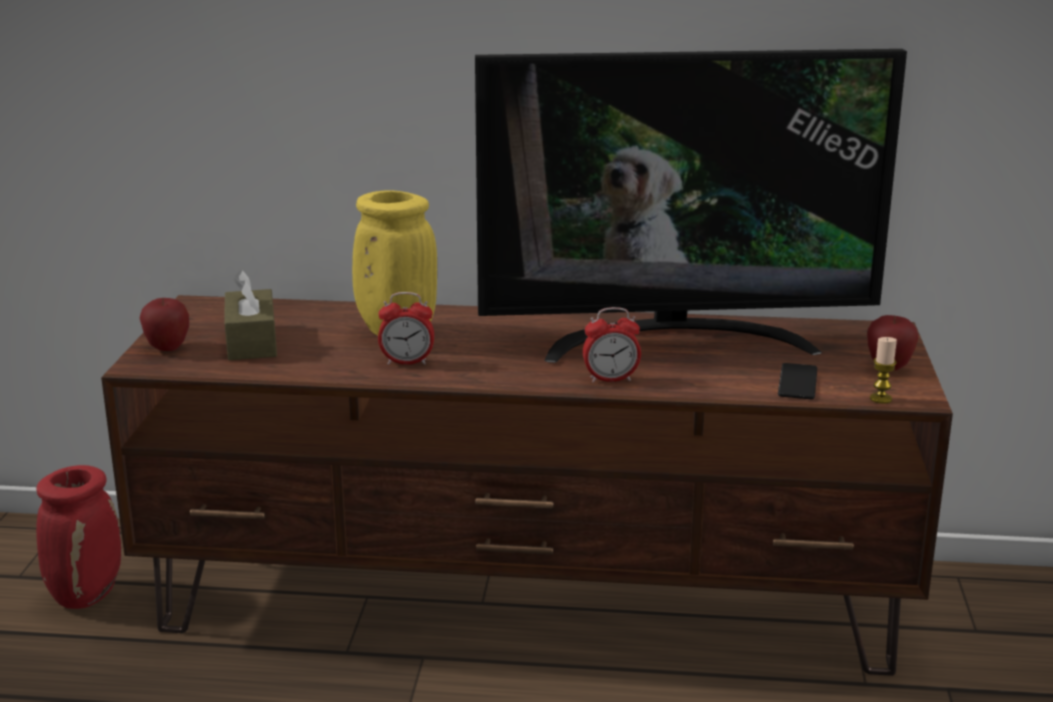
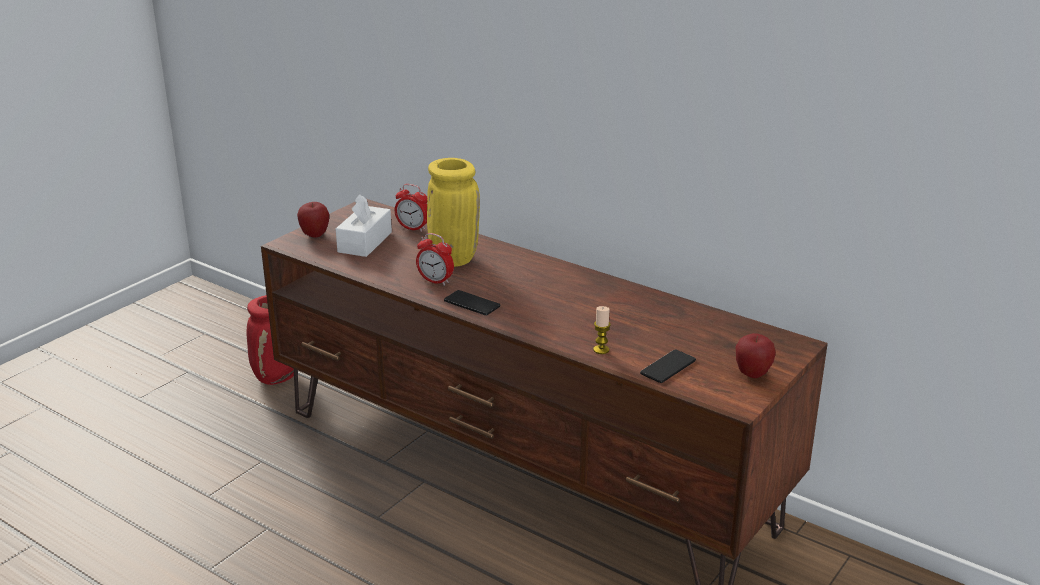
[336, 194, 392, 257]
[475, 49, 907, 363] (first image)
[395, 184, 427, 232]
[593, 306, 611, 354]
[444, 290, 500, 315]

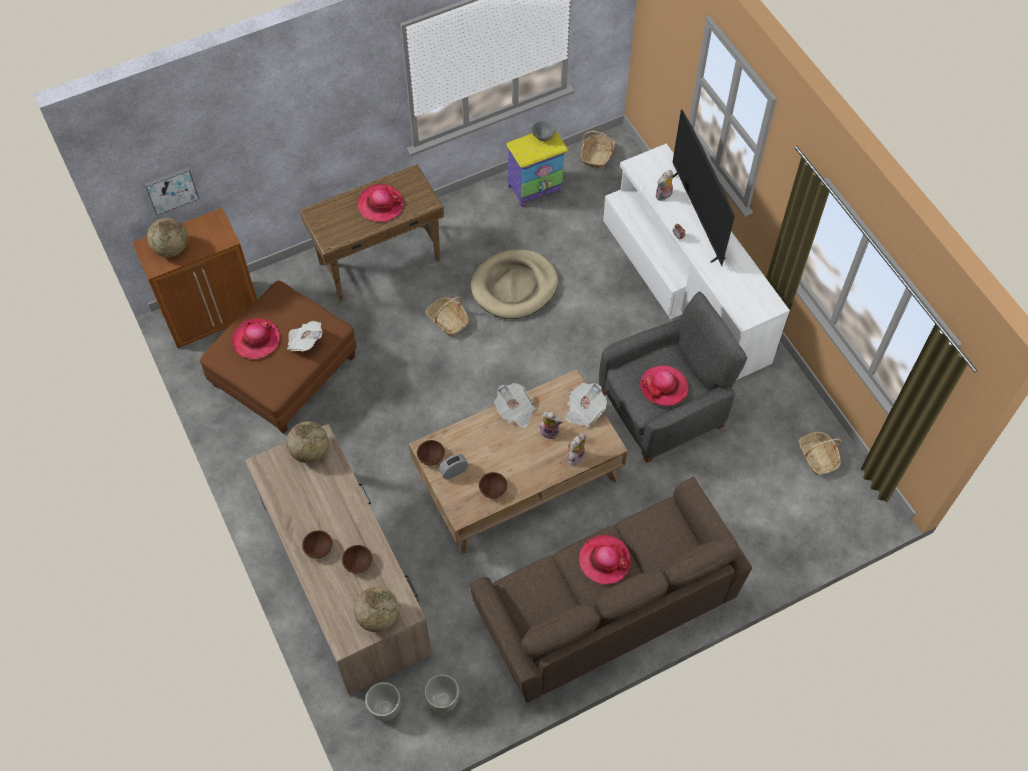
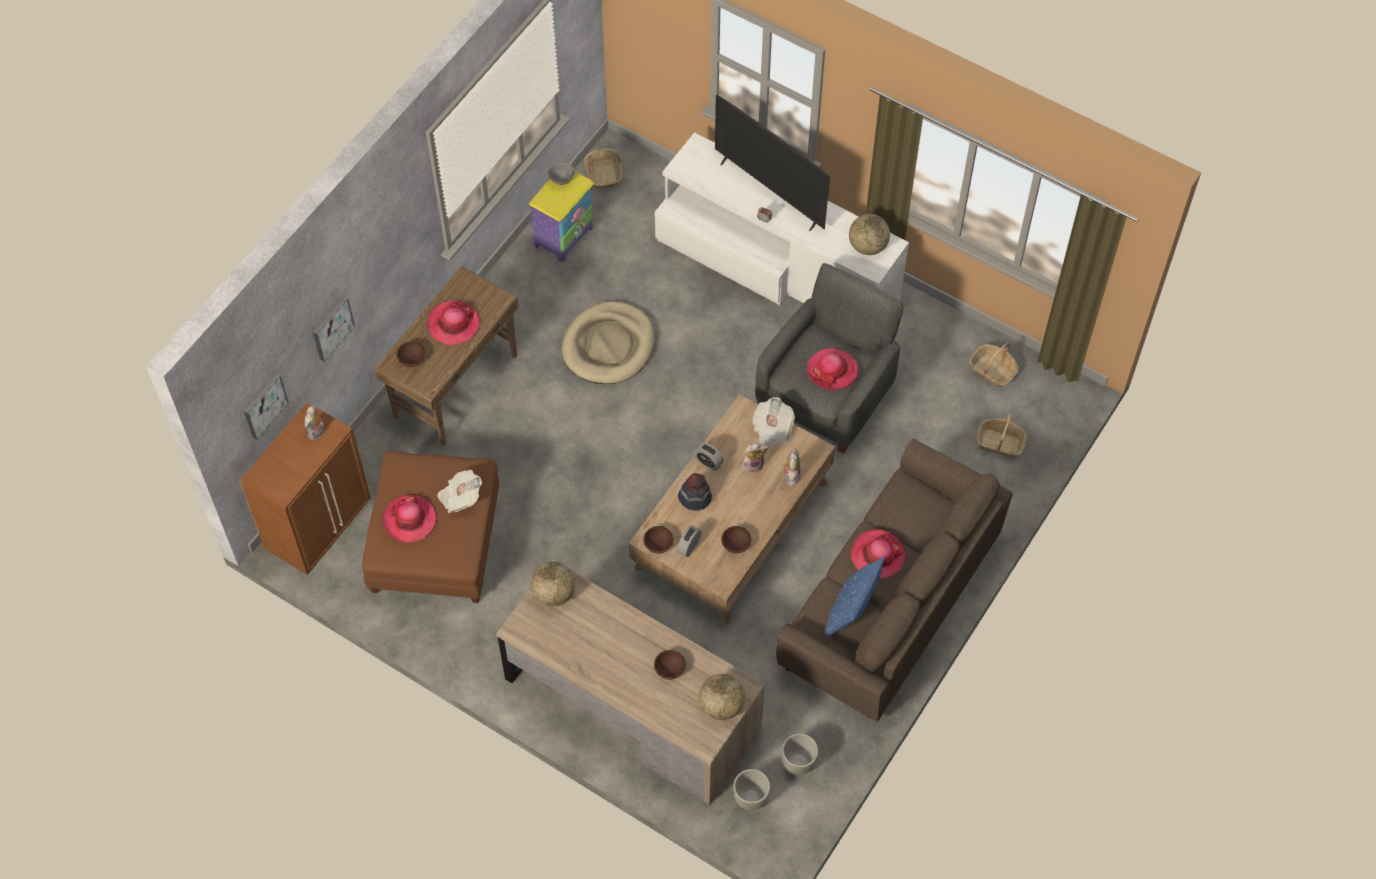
[849, 214, 890, 255]
[396, 341, 426, 367]
[977, 412, 1026, 458]
[694, 443, 724, 471]
[304, 405, 324, 440]
[313, 296, 355, 361]
[678, 473, 712, 511]
[824, 557, 884, 638]

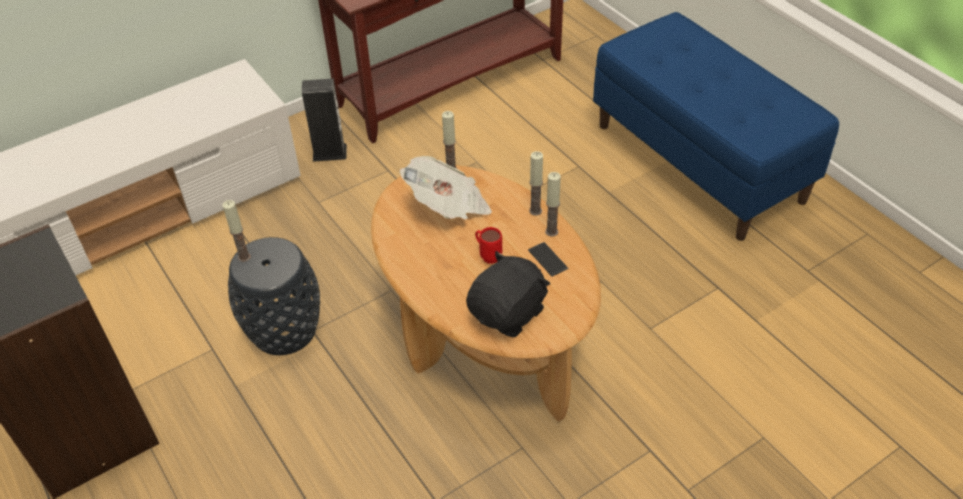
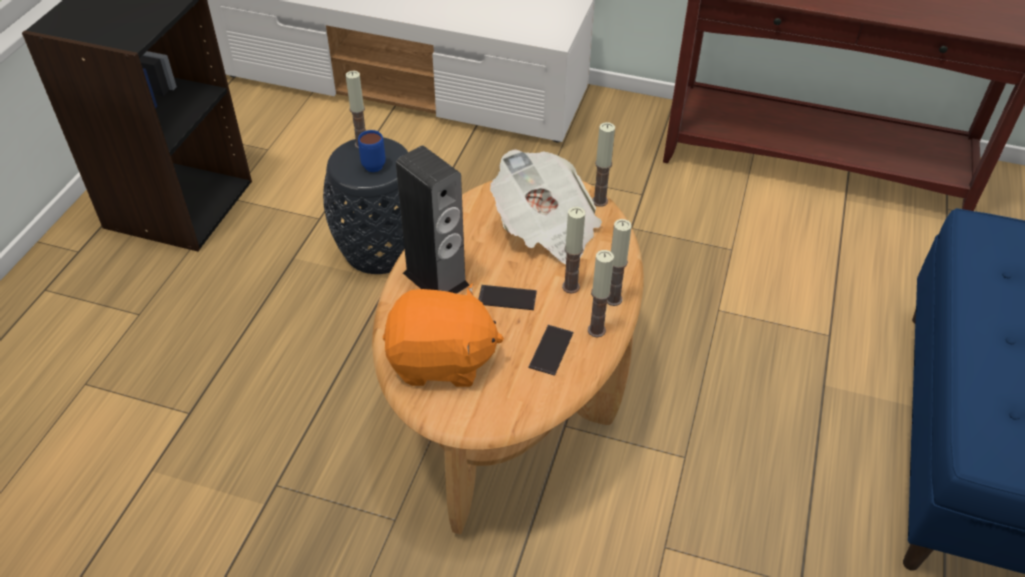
[396, 146, 469, 294]
[383, 284, 504, 387]
[478, 285, 537, 310]
[358, 130, 386, 172]
[562, 207, 585, 294]

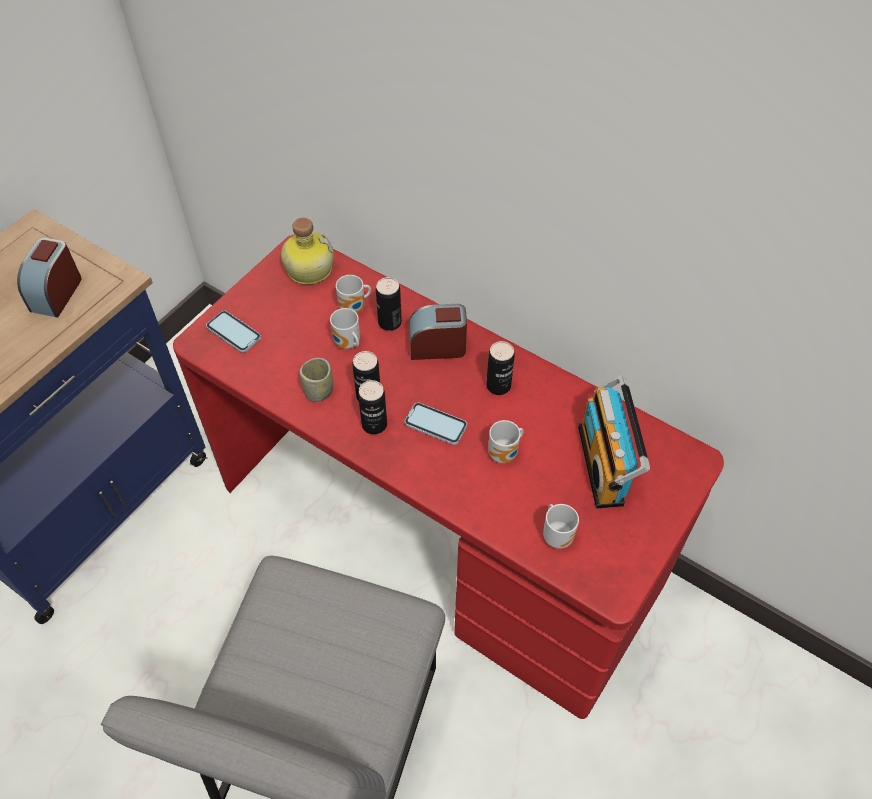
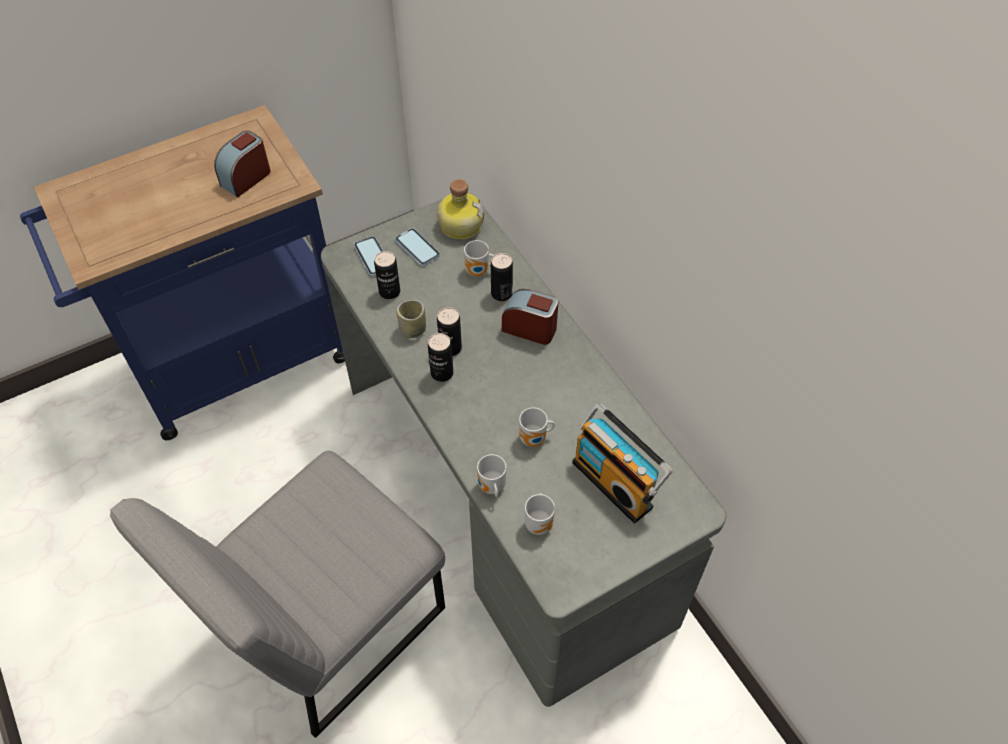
[321, 193, 726, 707]
[477, 454, 506, 497]
[395, 228, 440, 266]
[374, 251, 400, 299]
[572, 404, 673, 523]

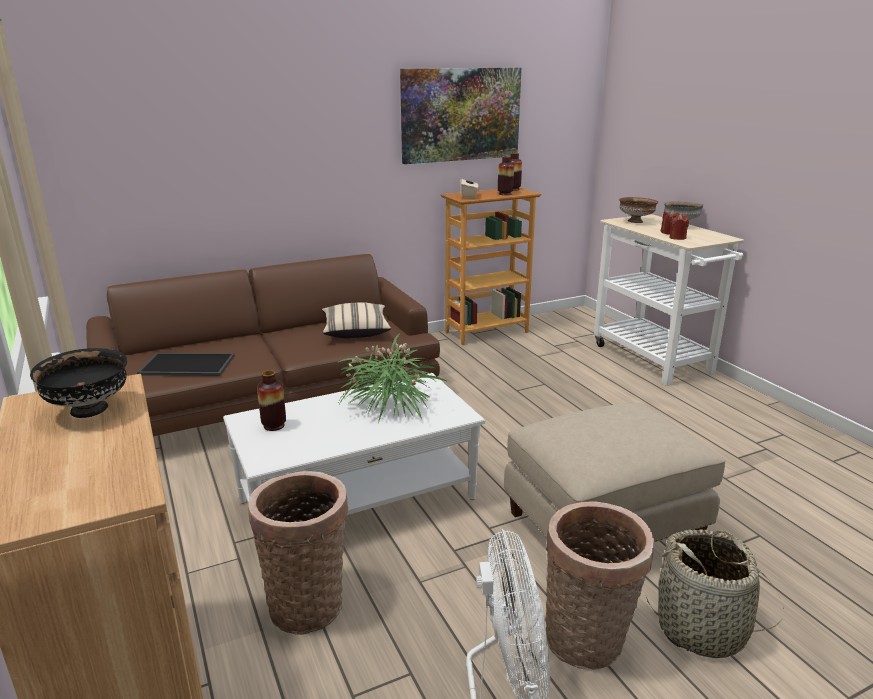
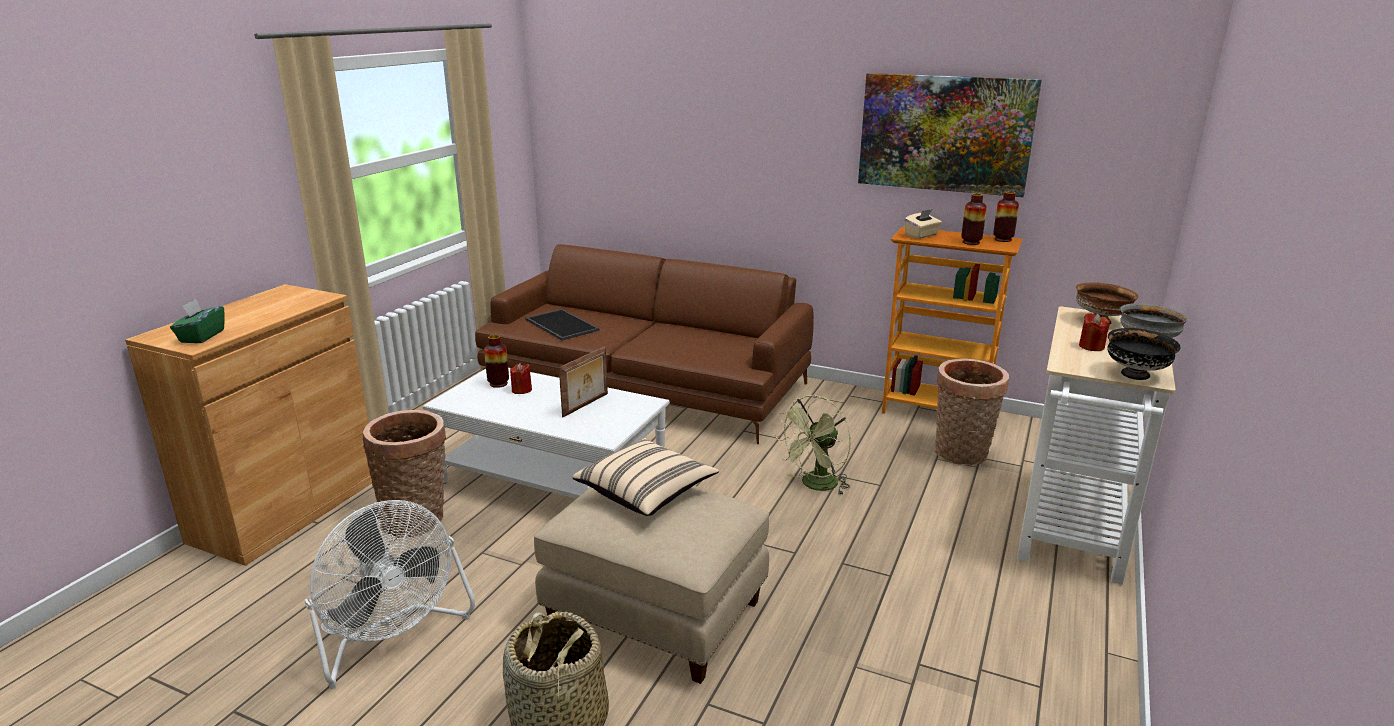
[1107, 328, 1180, 380]
[572, 438, 719, 516]
[559, 346, 608, 417]
[935, 358, 1009, 465]
[510, 363, 532, 394]
[170, 299, 225, 343]
[776, 395, 851, 496]

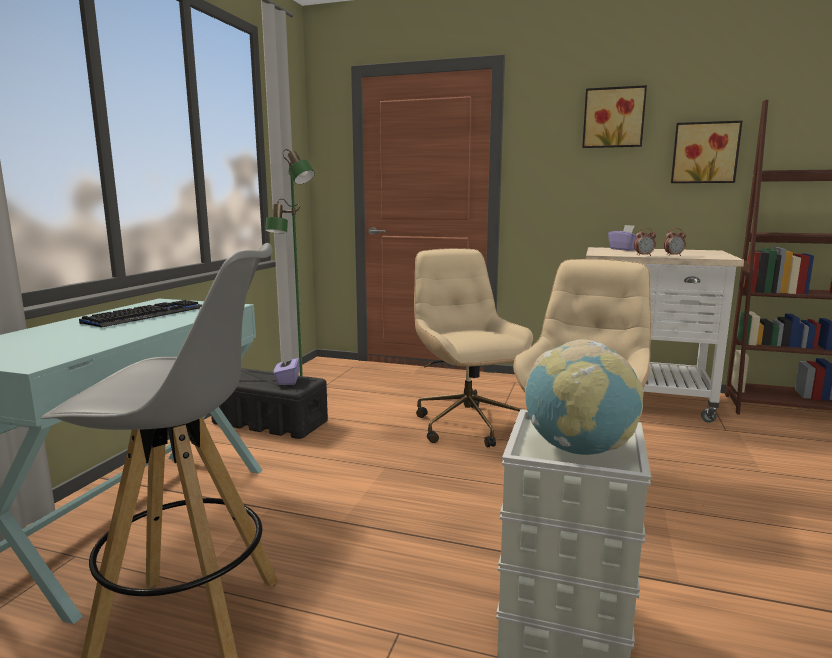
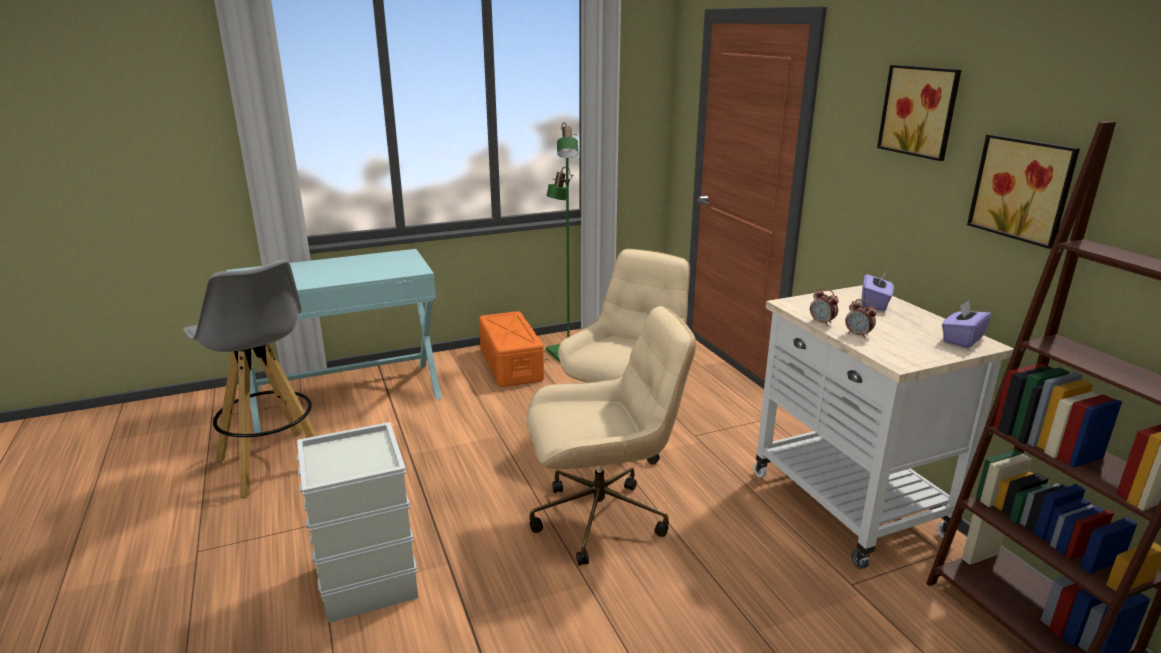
[79, 300, 202, 327] (first image)
[479, 311, 544, 387]
[942, 300, 992, 348]
[525, 339, 644, 455] (first image)

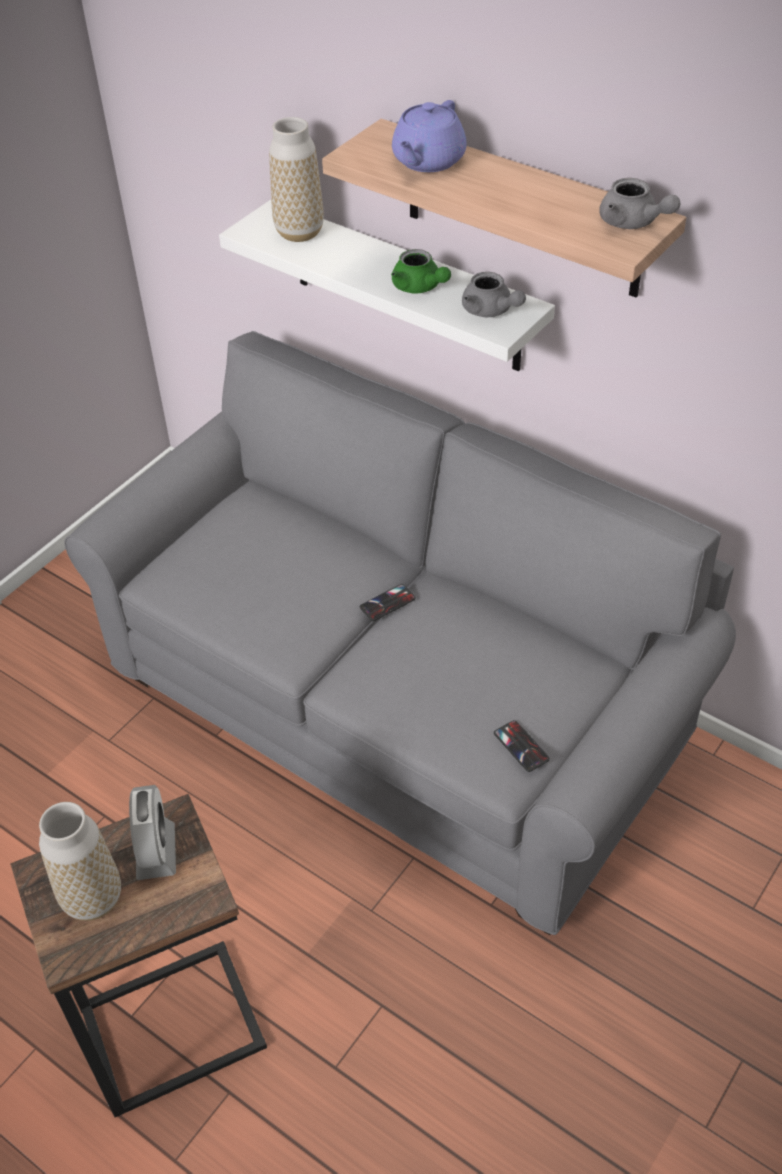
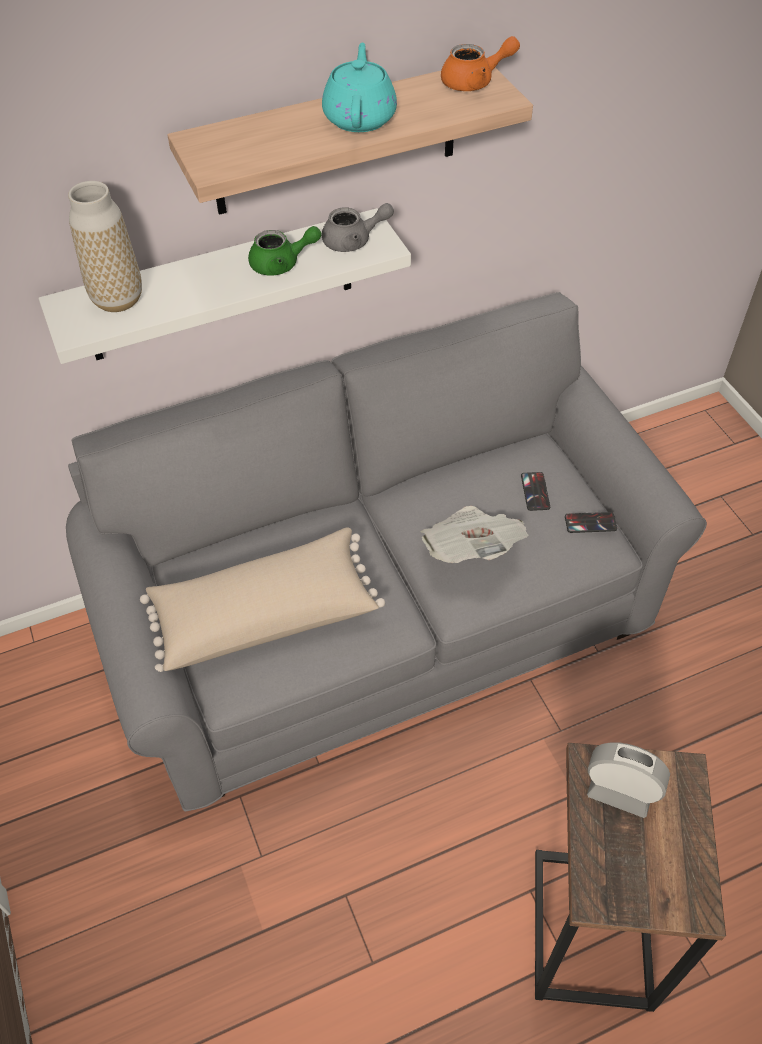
[39, 802, 121, 921] (first image)
[521, 472, 550, 511]
[392, 100, 467, 172] (first image)
[441, 36, 520, 91]
[140, 527, 385, 672]
[322, 43, 397, 132]
[421, 506, 528, 563]

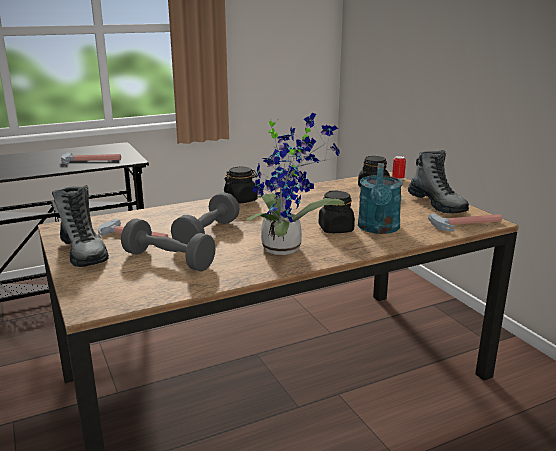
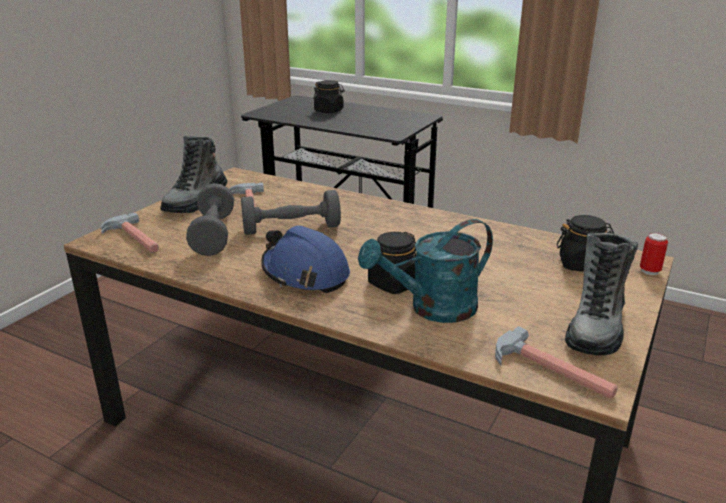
[100, 213, 159, 253]
[313, 80, 345, 113]
[261, 225, 350, 293]

